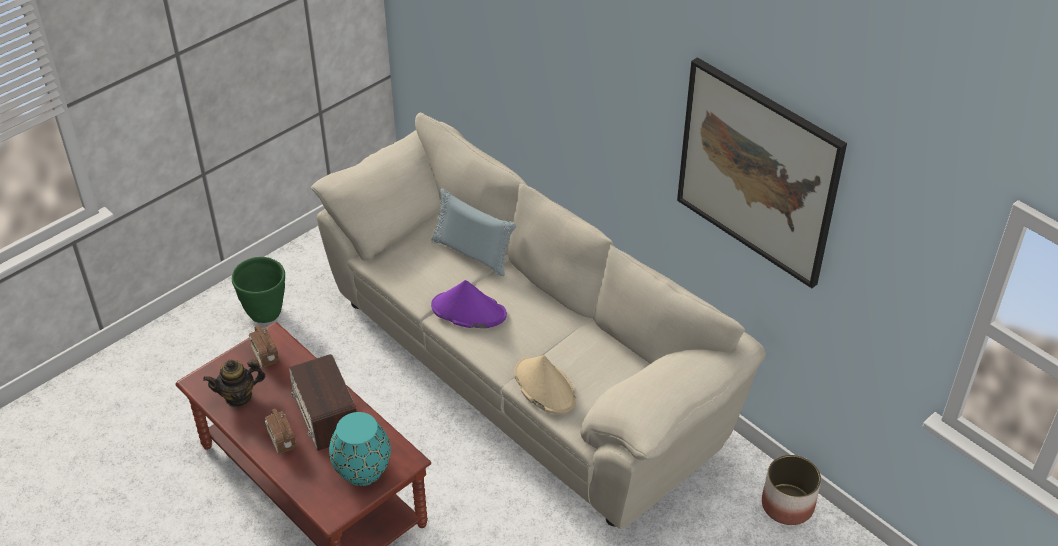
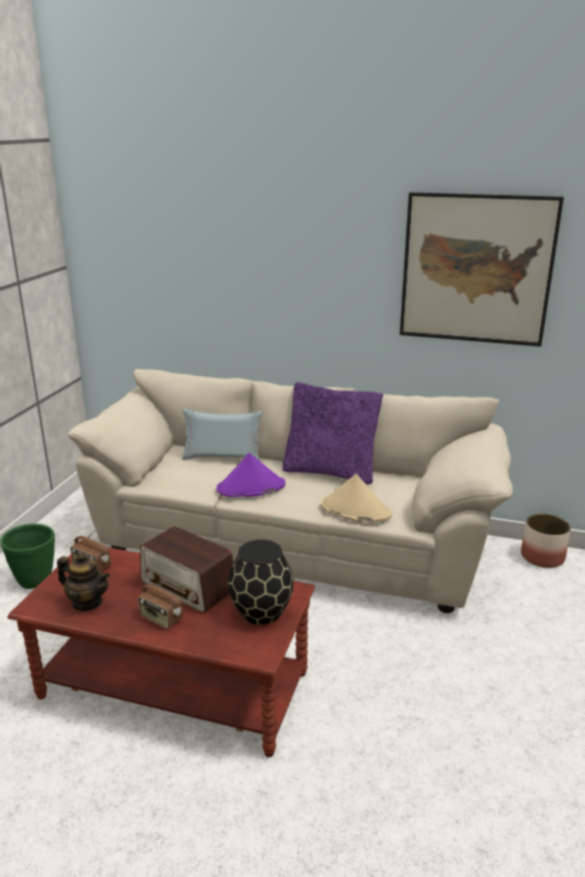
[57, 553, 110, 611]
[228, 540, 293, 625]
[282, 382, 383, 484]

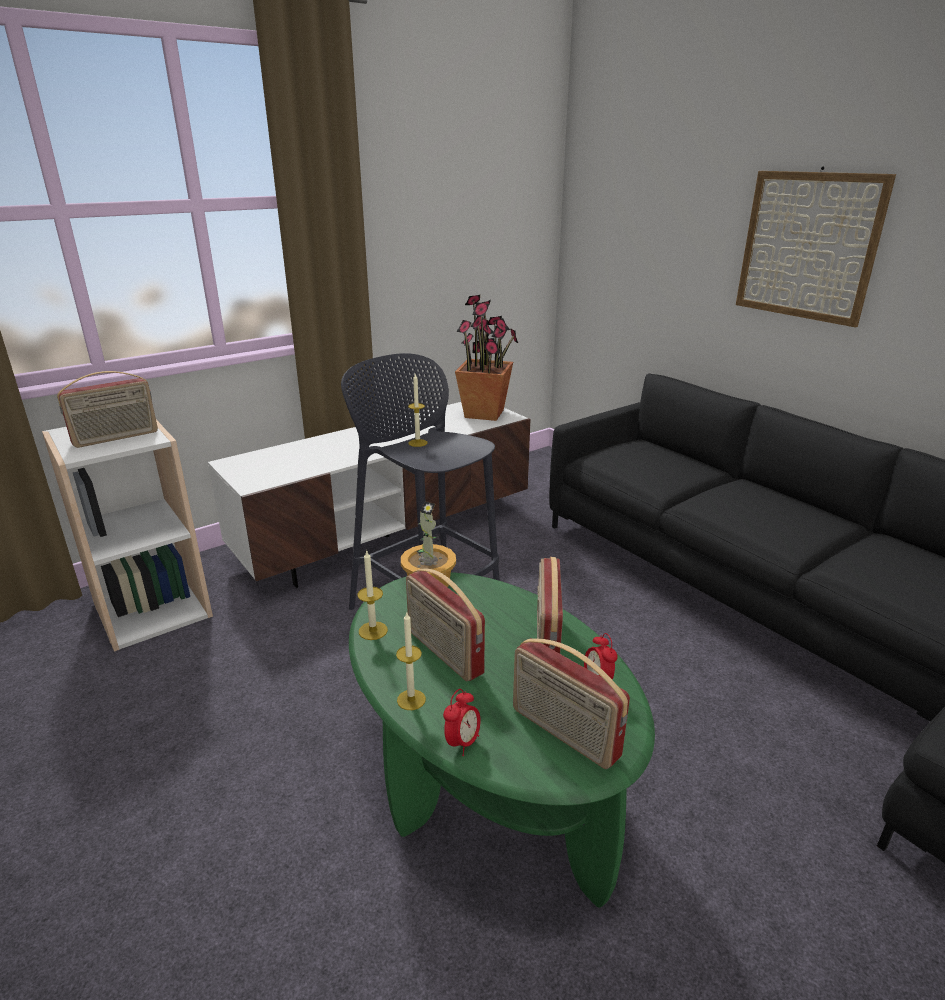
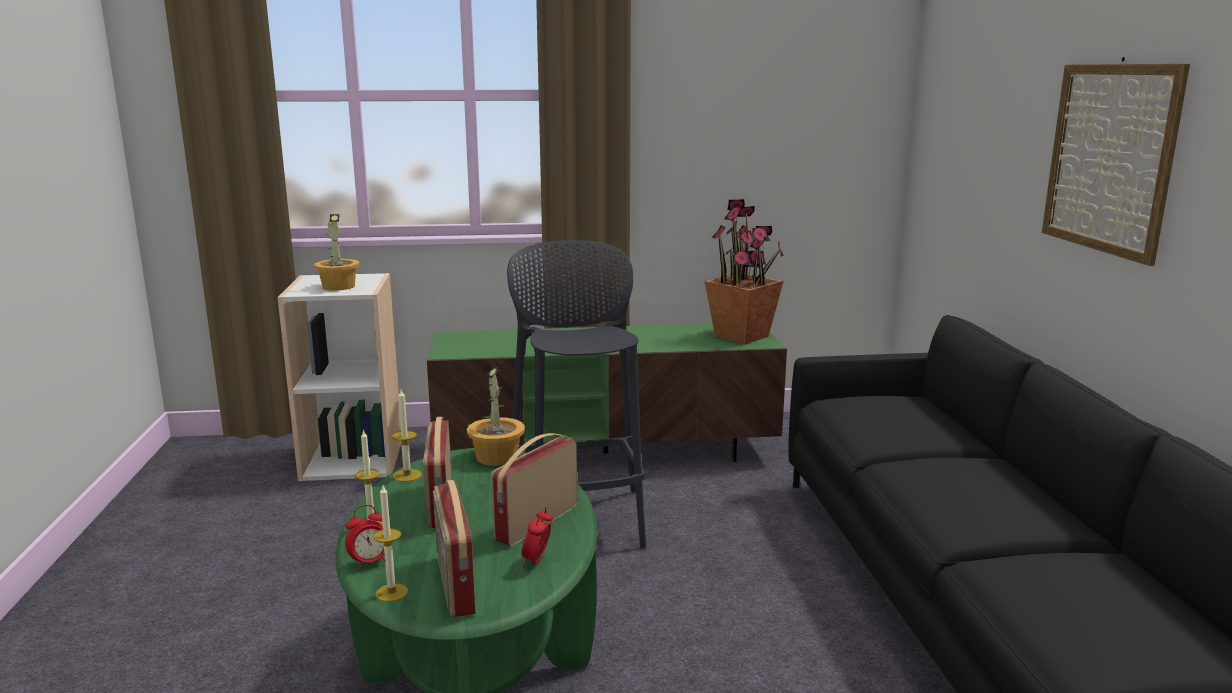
[314, 214, 359, 291]
[427, 324, 787, 462]
[373, 485, 408, 602]

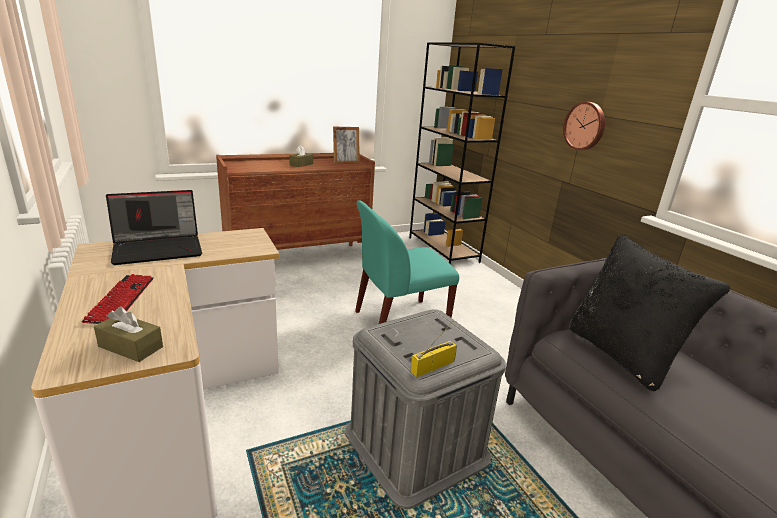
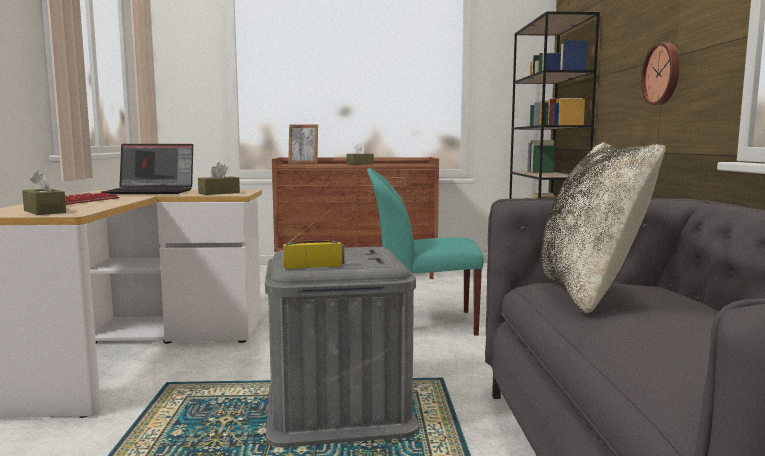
[288, 125, 318, 164]
[541, 142, 665, 314]
[198, 162, 240, 195]

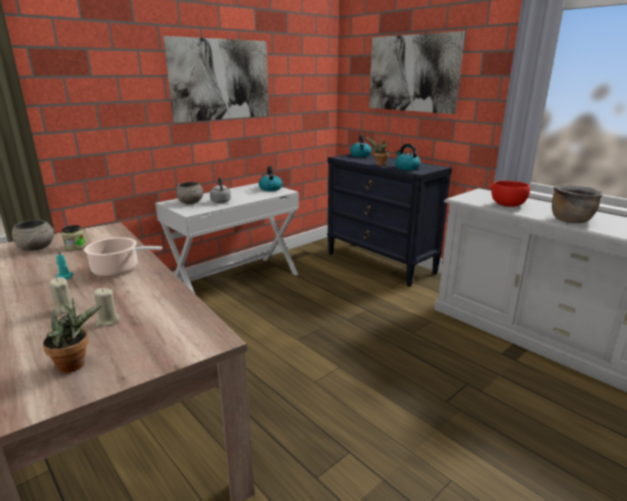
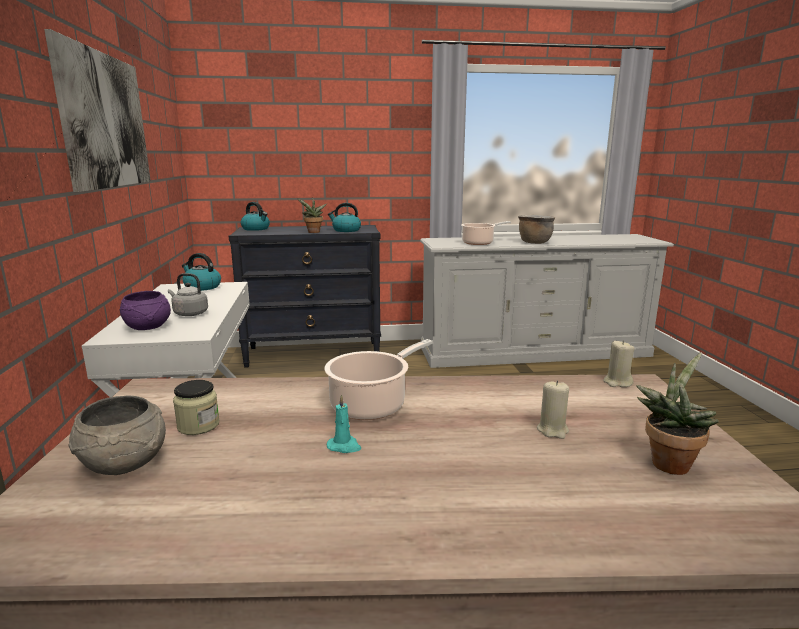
[603, 340, 635, 387]
[120, 291, 171, 330]
[369, 31, 465, 114] (first image)
[461, 221, 511, 245]

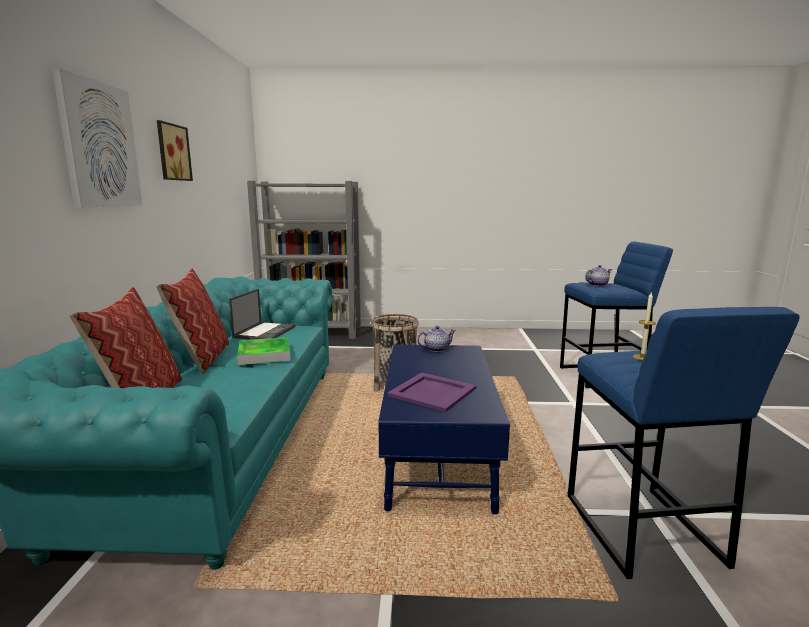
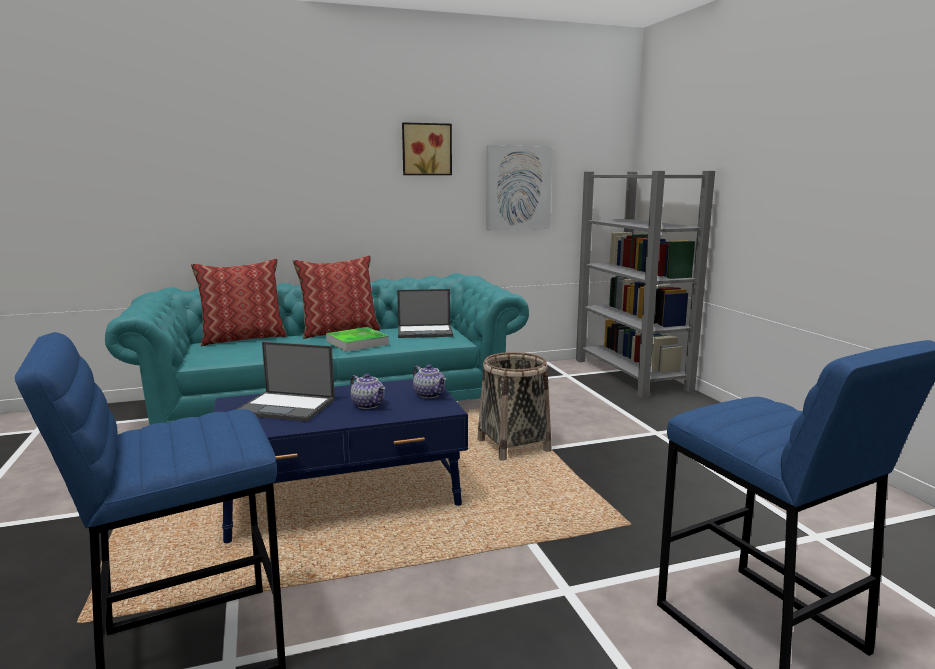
[486, 145, 553, 230]
[236, 342, 335, 422]
[350, 374, 385, 409]
[633, 293, 656, 360] (first image)

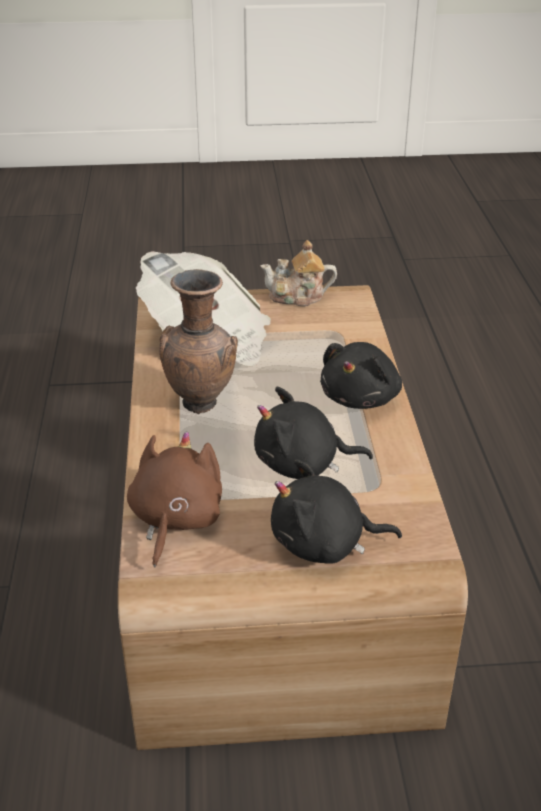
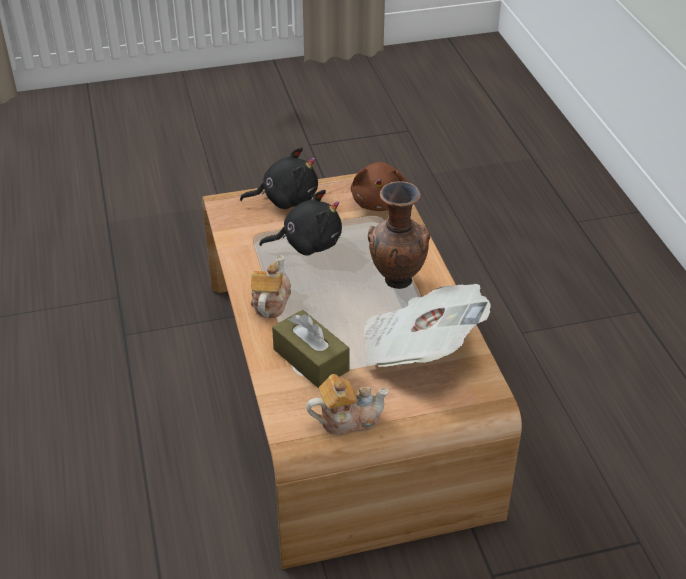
[251, 255, 291, 318]
[272, 310, 350, 389]

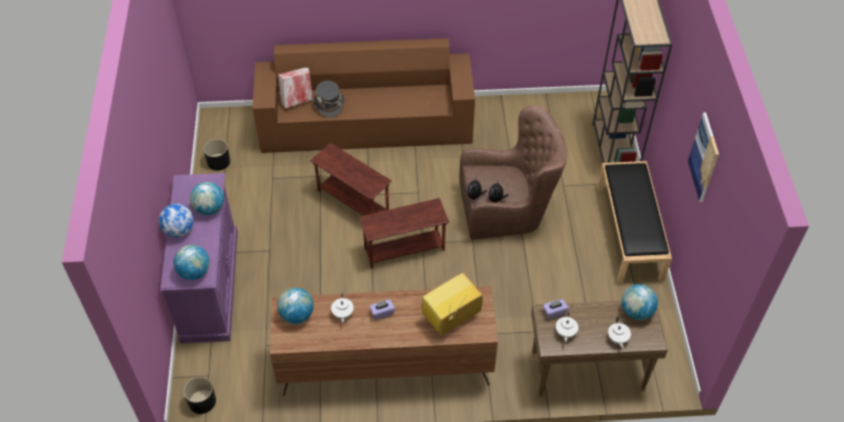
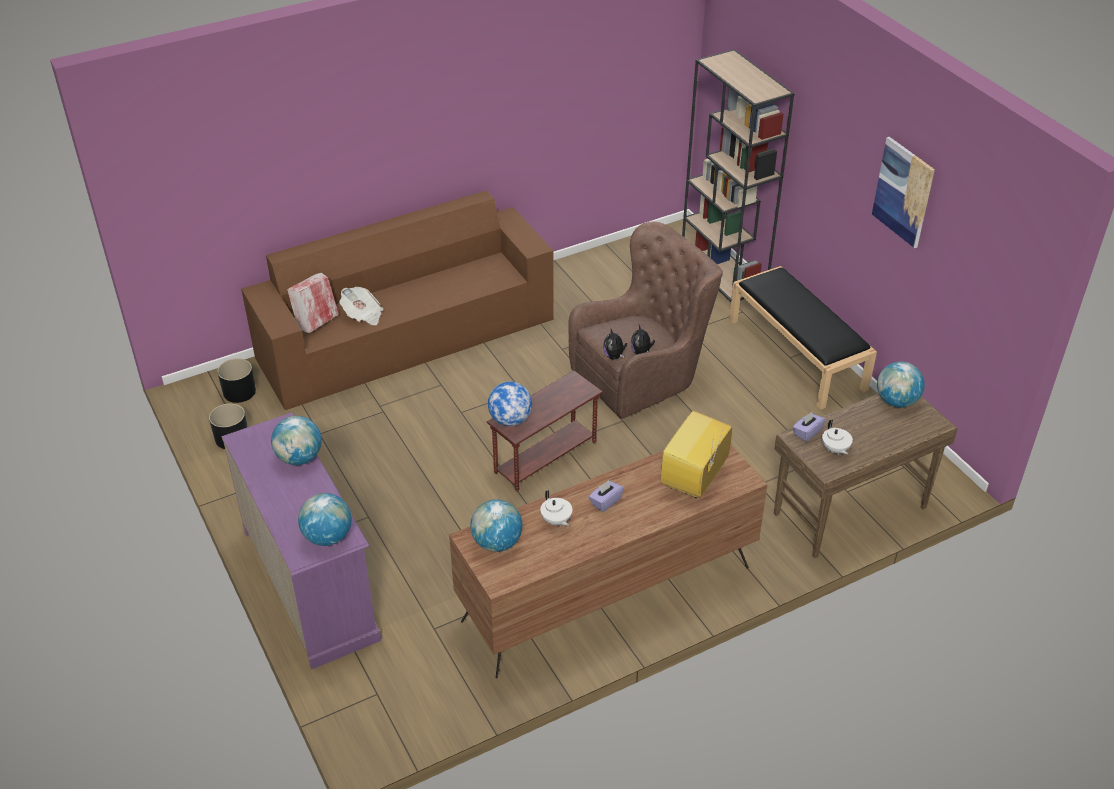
[488, 381, 532, 426]
[217, 358, 256, 403]
[310, 143, 392, 216] (first image)
[339, 287, 383, 326]
[608, 317, 631, 348] (first image)

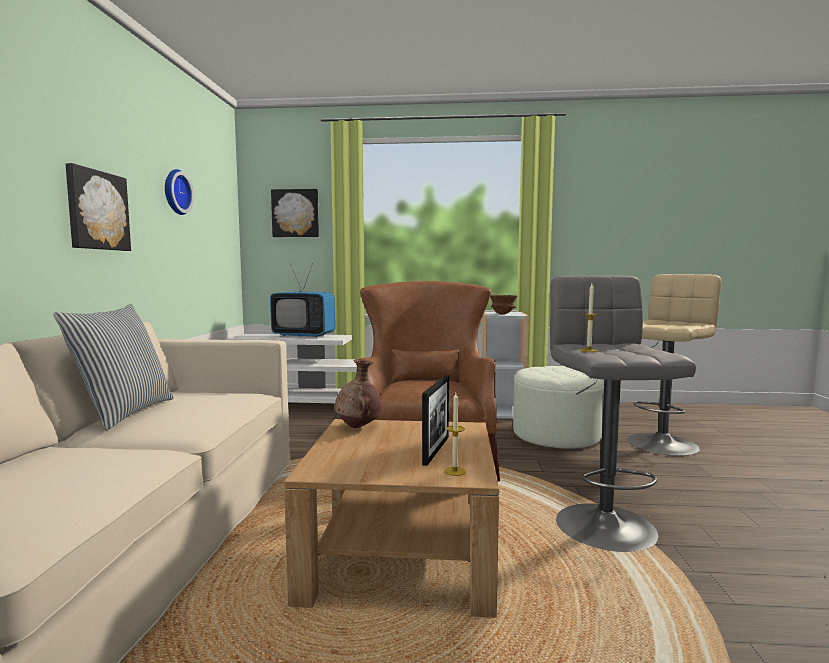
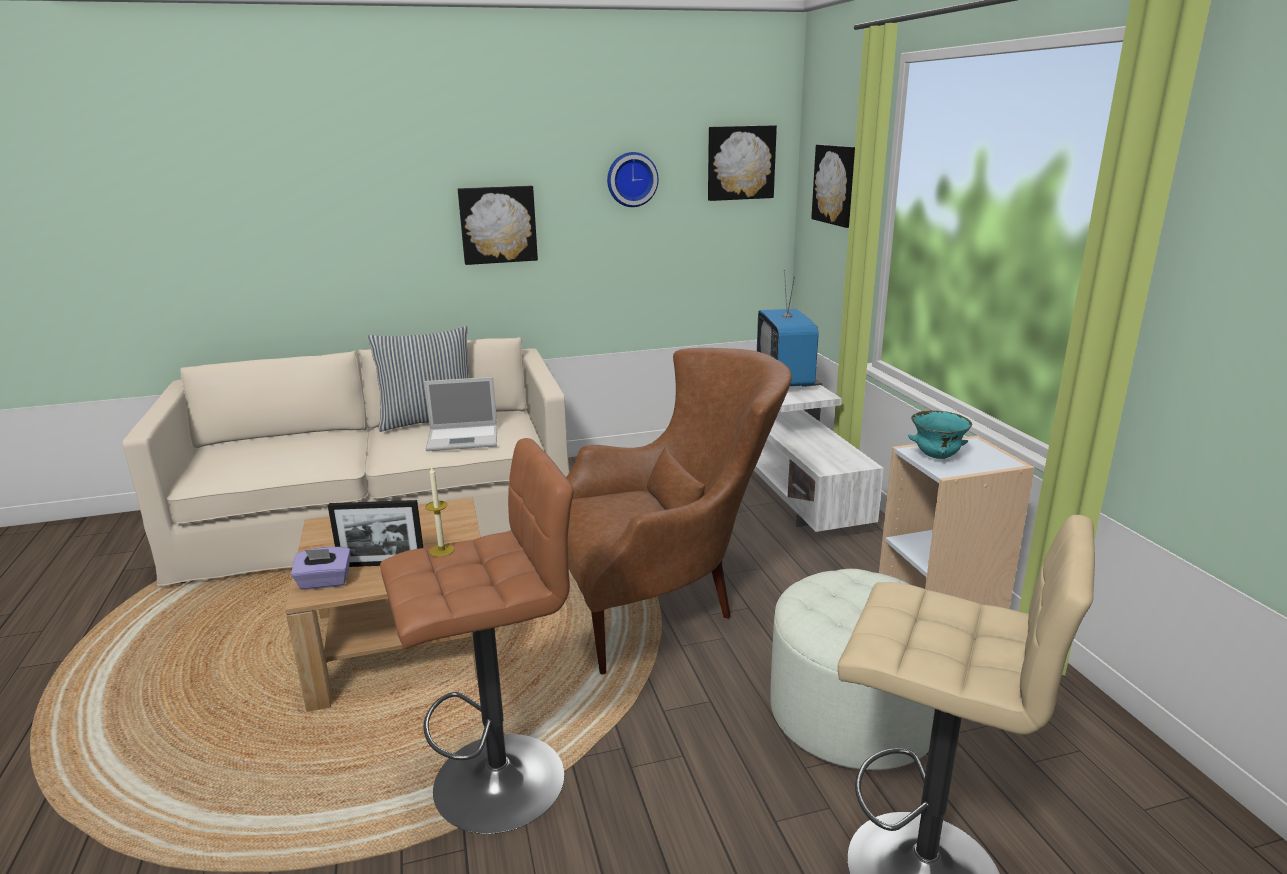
[335, 359, 381, 428] (first image)
[291, 547, 351, 590]
[908, 411, 972, 459]
[380, 438, 574, 834]
[424, 377, 497, 451]
[708, 125, 777, 201]

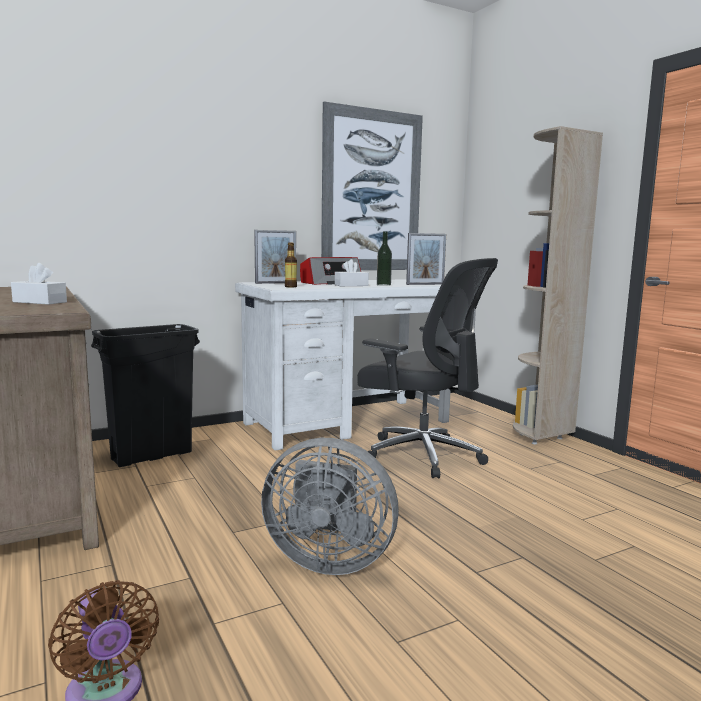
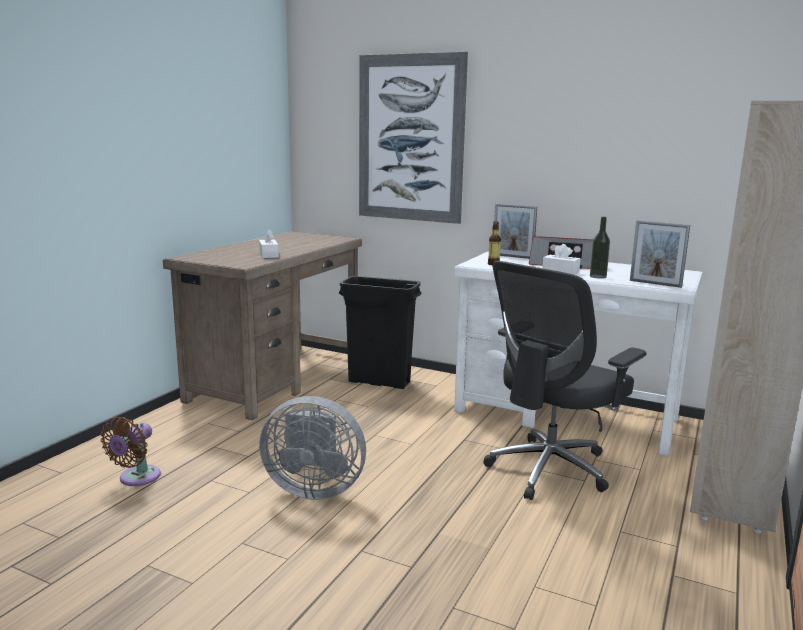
[259, 396, 366, 500]
[359, 52, 468, 224]
[483, 261, 646, 500]

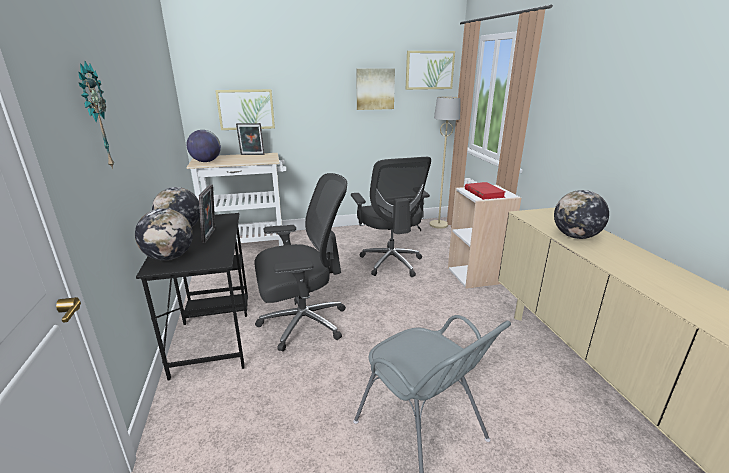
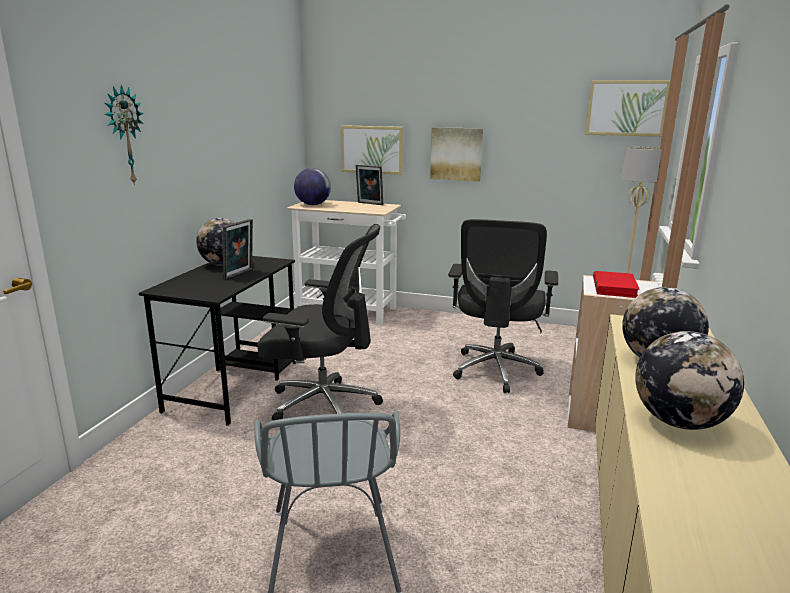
[635, 331, 744, 430]
[430, 127, 483, 181]

